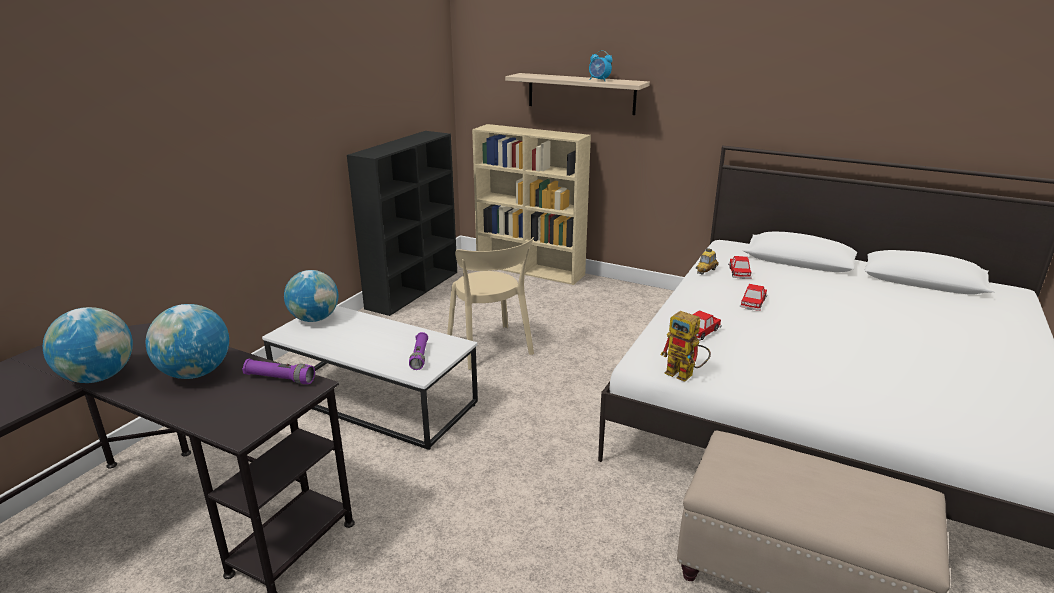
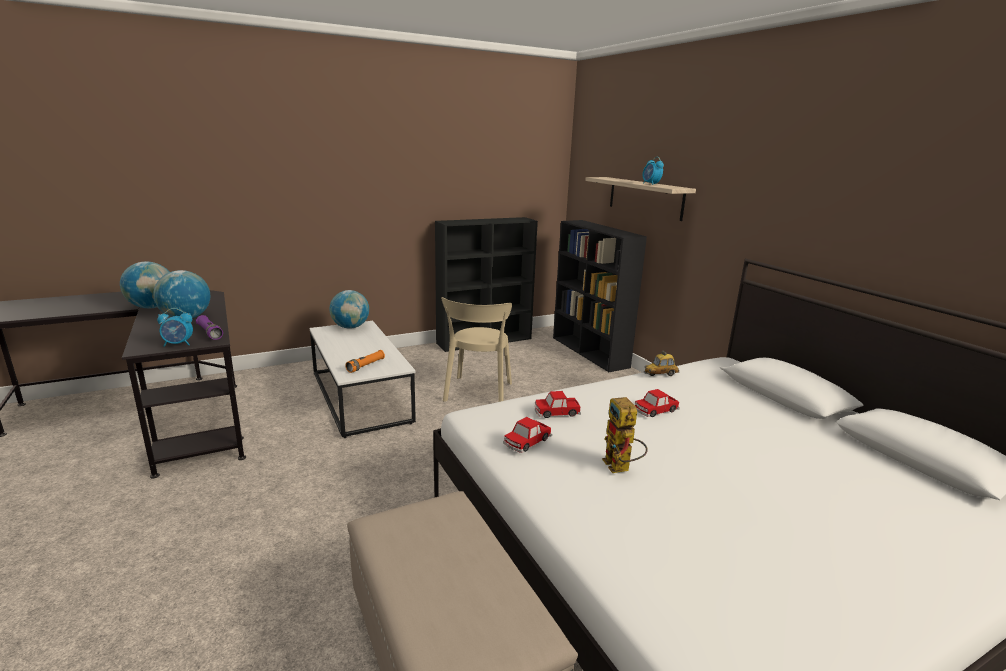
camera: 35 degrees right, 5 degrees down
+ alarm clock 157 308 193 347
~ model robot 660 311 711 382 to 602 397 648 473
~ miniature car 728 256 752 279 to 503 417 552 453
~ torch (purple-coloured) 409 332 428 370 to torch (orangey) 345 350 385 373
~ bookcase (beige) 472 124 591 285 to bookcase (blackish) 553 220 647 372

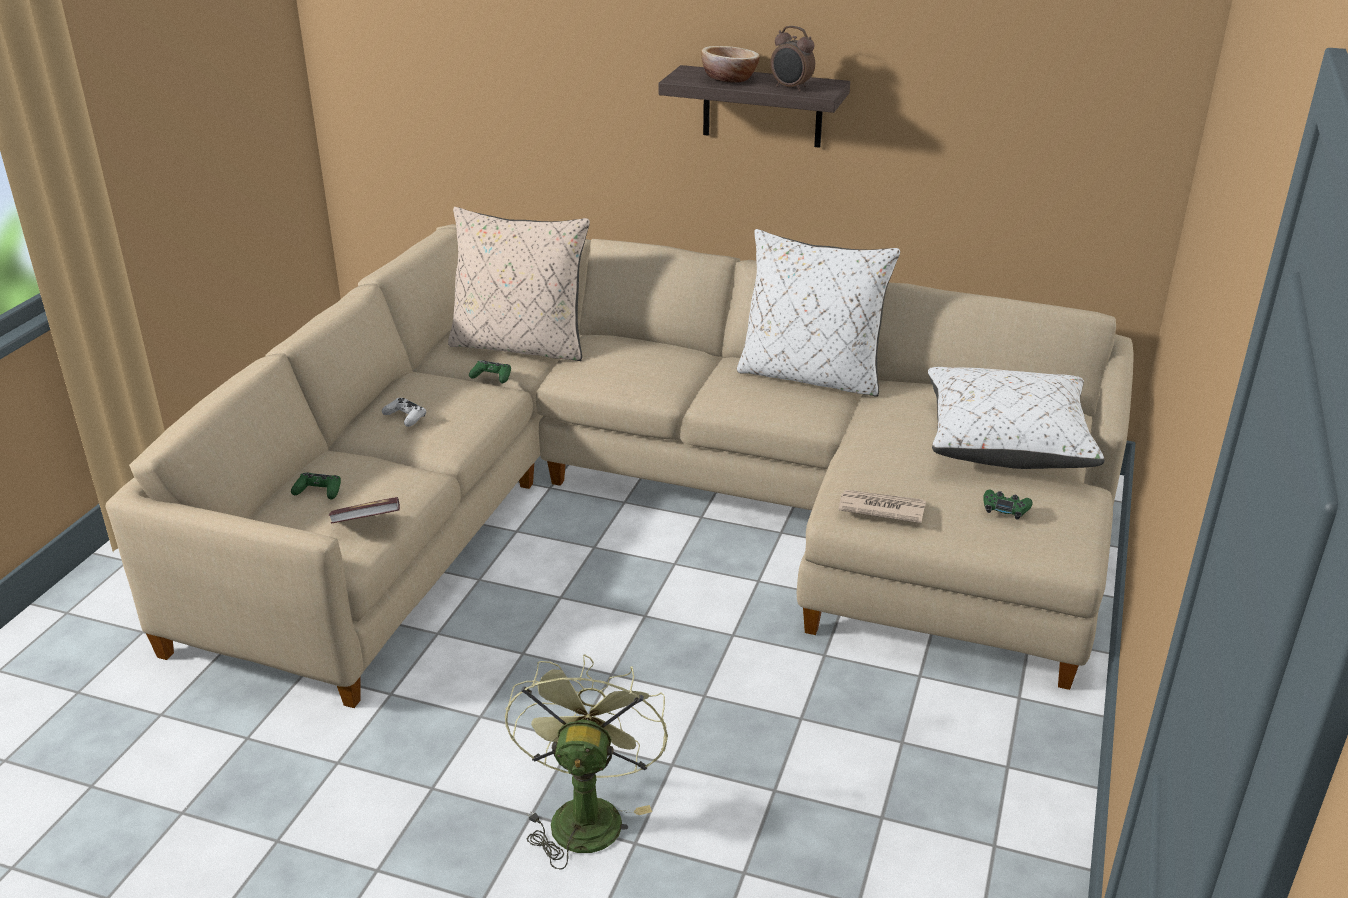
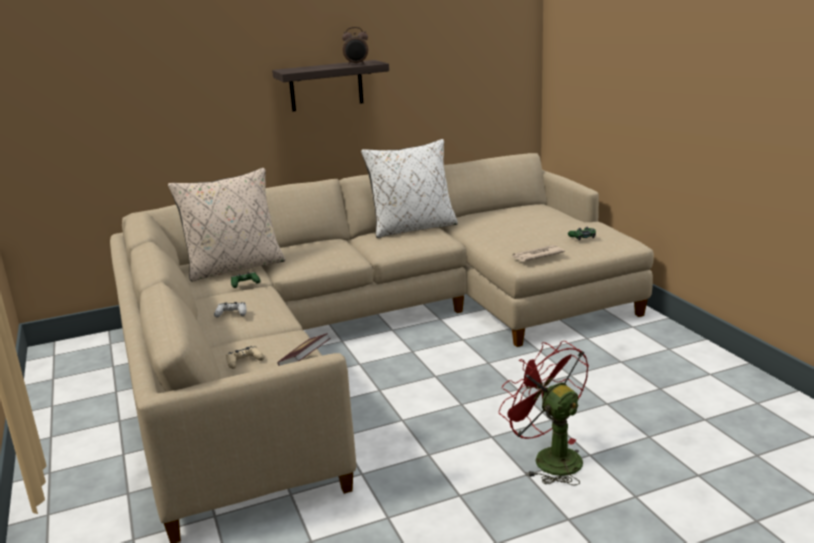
camera: 40 degrees left, 10 degrees down
- bowl 702 46 760 83
- throw pillow (whitish) 928 367 1105 469
~ gamepad (green-coloured) 291 473 341 499 to gamepad (beige) 226 346 264 369
~ cooling fan (green-coloured) 505 654 668 870 to cooling fan (red) 498 341 589 486

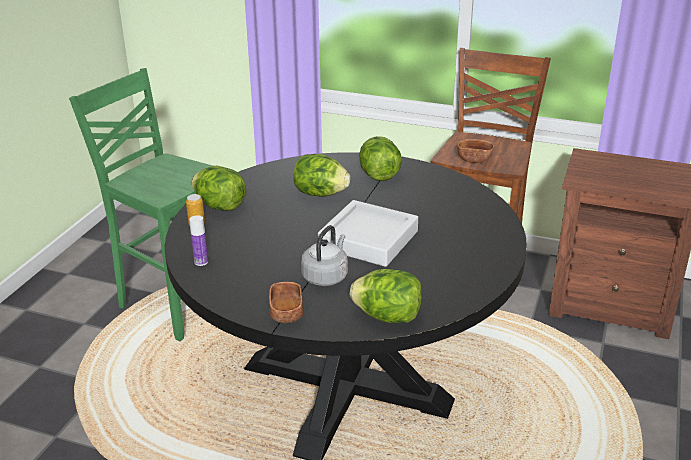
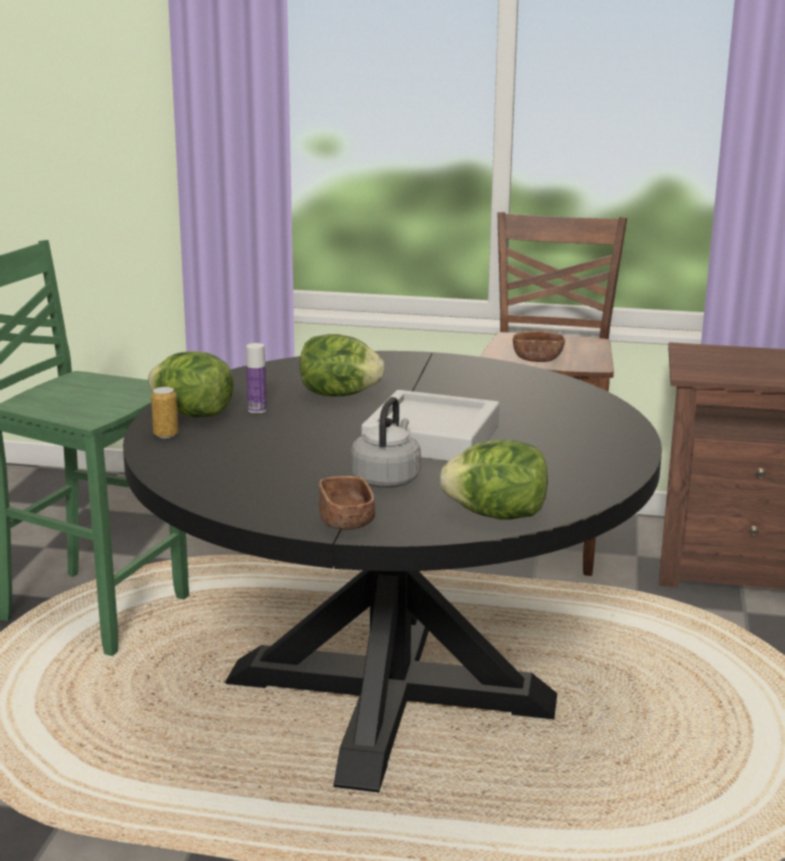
camera: 10 degrees left, 10 degrees down
- head of lettuce 359 136 402 181
~ drink bottle 189 215 208 266 to 246 343 267 413

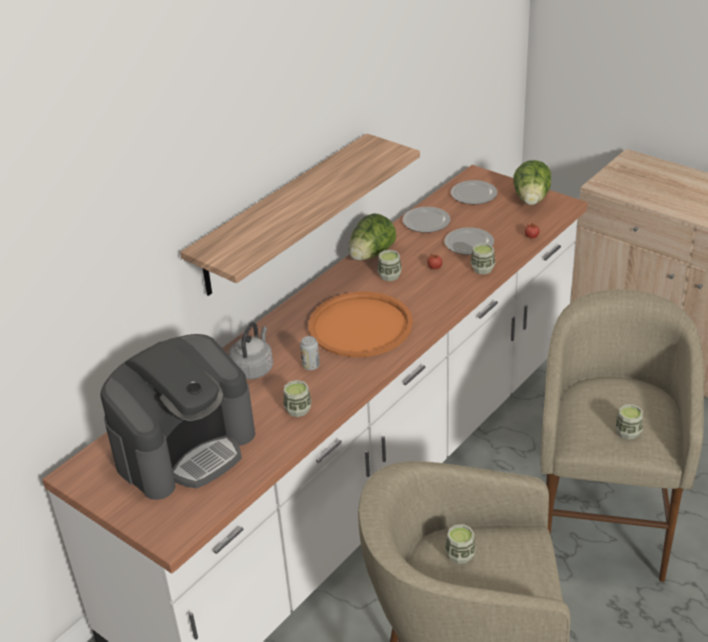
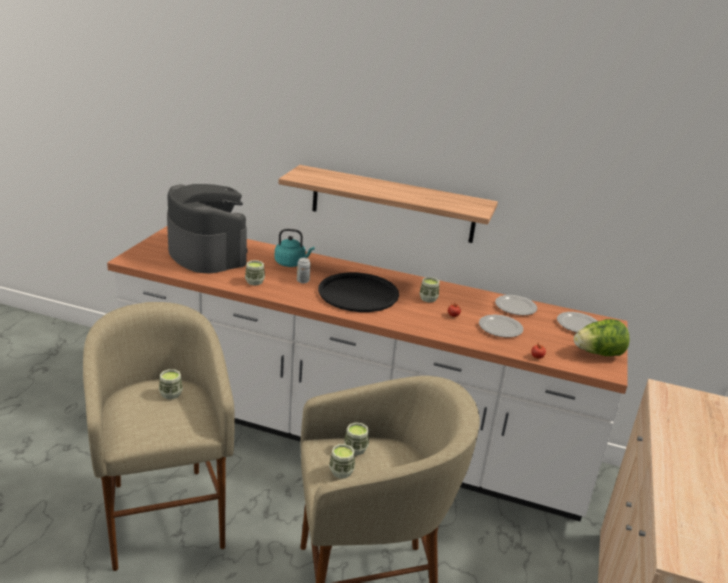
camera: 65 degrees right, 10 degrees down
- head of lettuce 349 213 396 261
~ cup 471 243 495 274 to 344 422 369 456
~ tea kettle (gray) 228 322 273 380 to tea kettle (blue-green) 274 229 315 267
~ serving tray (orangey) 308 292 413 357 to serving tray (blackish) 318 272 399 312
~ coffee maker 100 334 255 500 = 167 184 247 273 150 degrees counterclockwise

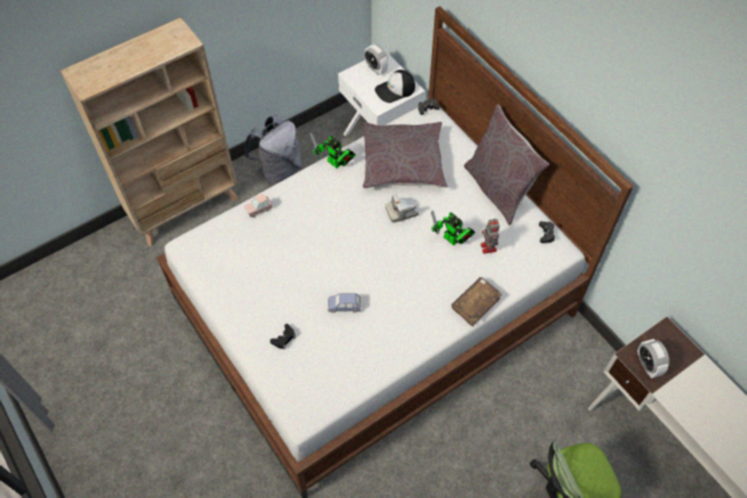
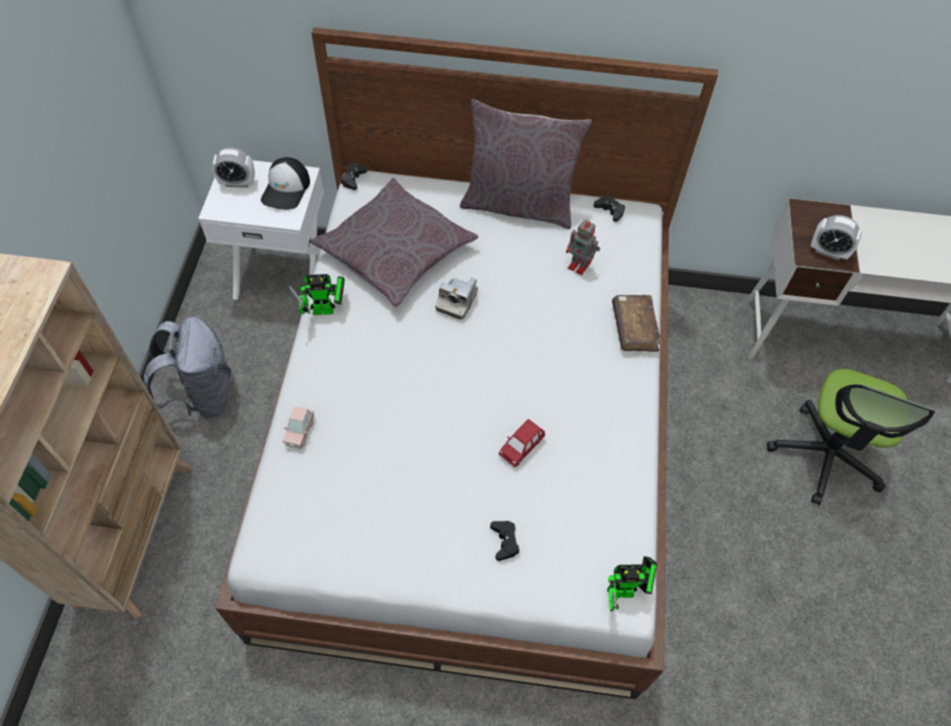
camera: 50 degrees left, 0 degrees up
~ model robot 431 211 475 246 to 607 556 657 612
~ miniature car (blue-coloured) 328 293 361 313 to miniature car (red) 499 419 545 467

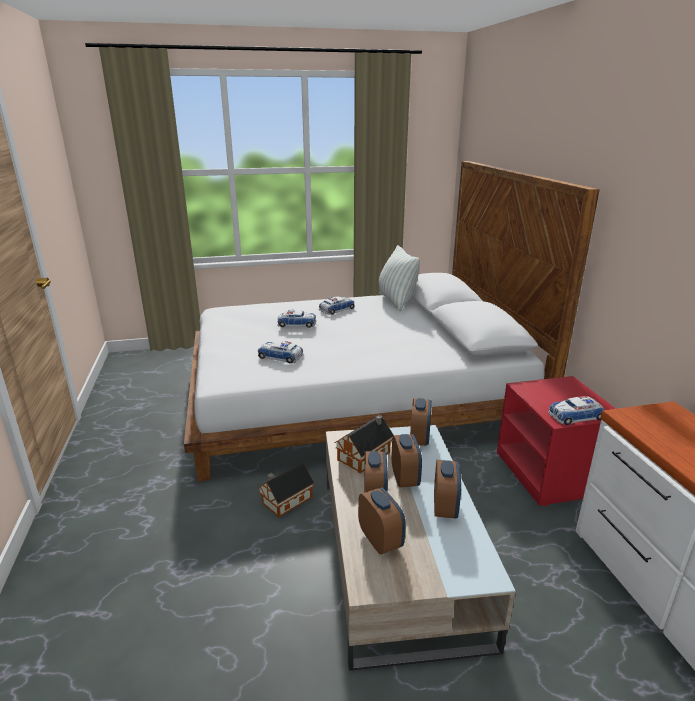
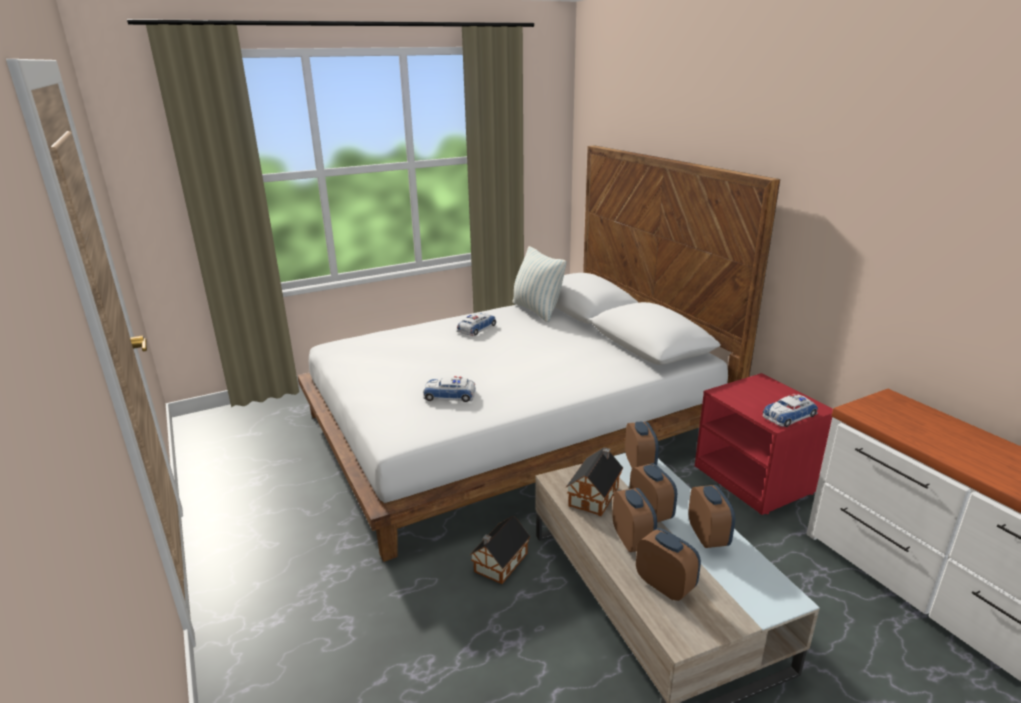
camera: 15 degrees left, 0 degrees up
- miniature car 277 310 316 328

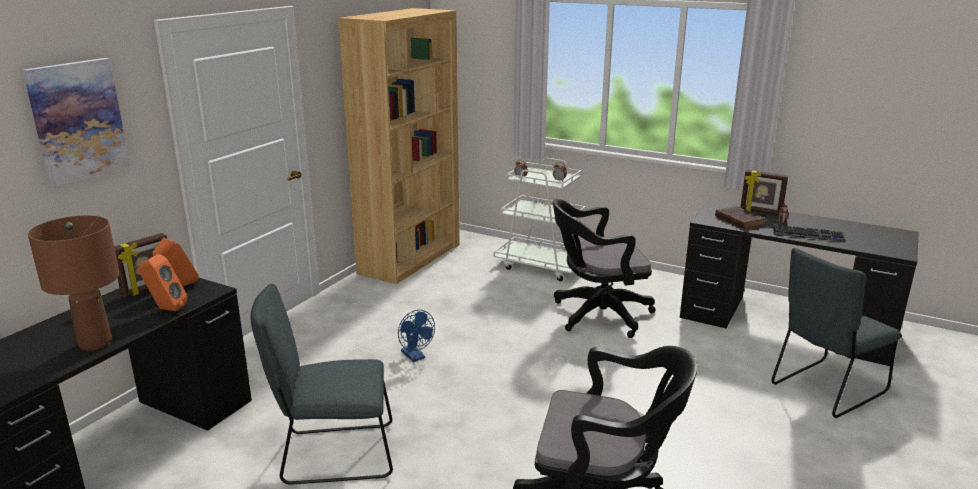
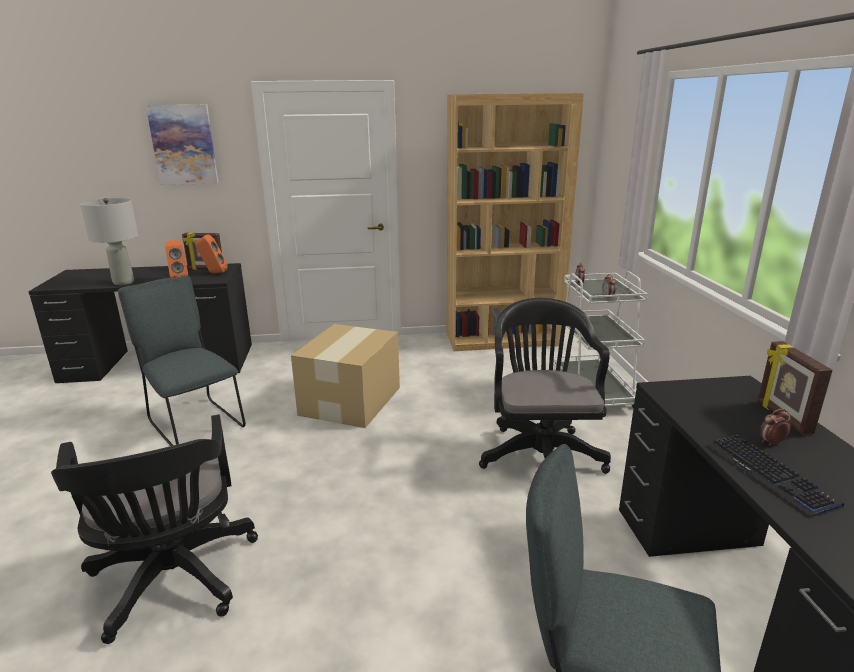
camera: 55 degrees right, 0 degrees up
- volume (brownish) 715 206 766 229
~ cooling fan (blue-coloured) 398 310 435 362 to cardboard box 291 324 400 428
~ tabletop lamp (brownish) 28 216 119 351 to tabletop lamp (gray) 80 198 138 285
~ desk chair (blackish) 553 199 655 338 = 479 298 611 474 45 degrees clockwise

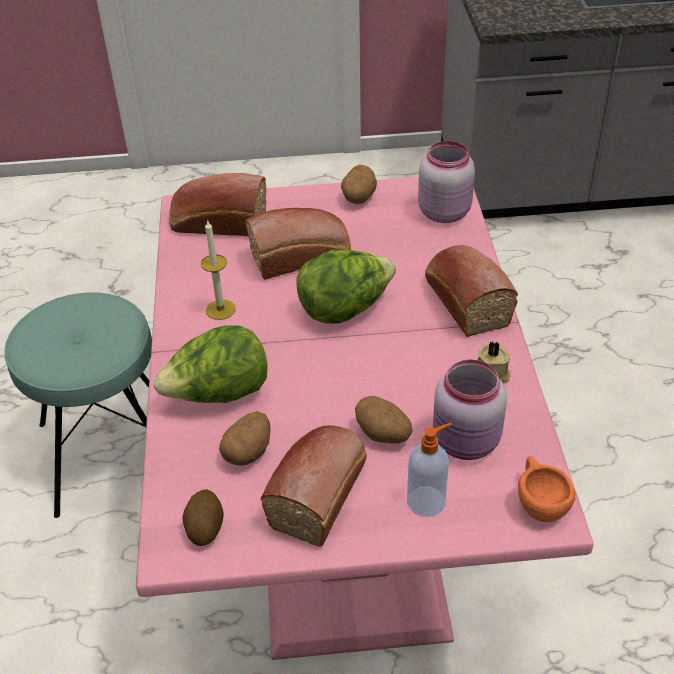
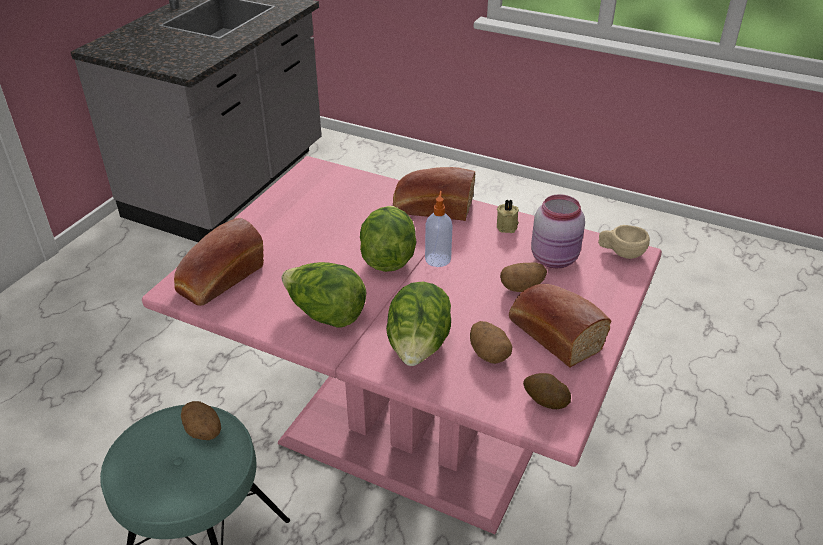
camera: 60 degrees left, 5 degrees down
- bread 245 208 351 280
- jar (pink) 418 141 475 223
~ potato 341 165 377 204 to 181 401 221 440
~ soap bottle 407 423 452 517 to 425 191 453 267
~ wax light 201 220 236 320 to head of lettuce 281 262 367 328
~ cup (orangey) 518 456 575 522 to cup (beige) 598 225 650 259

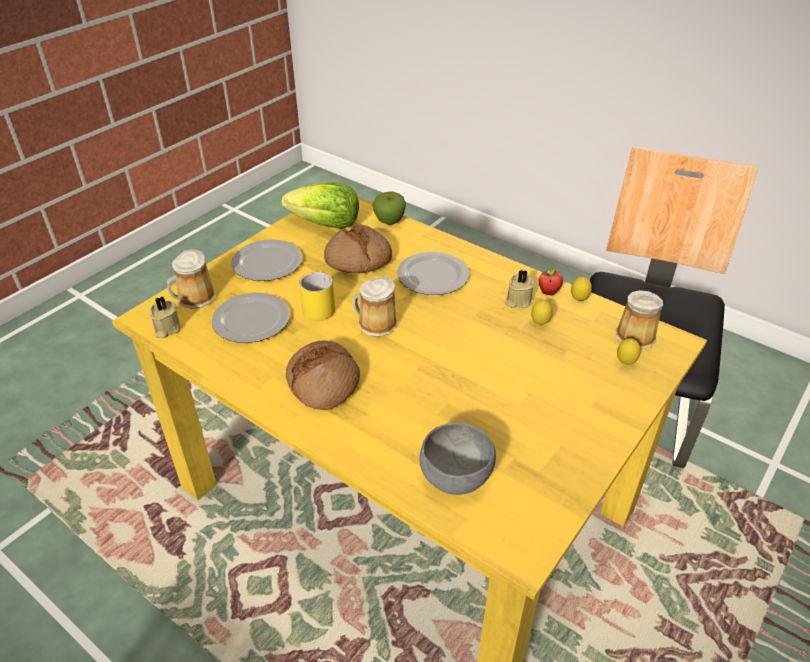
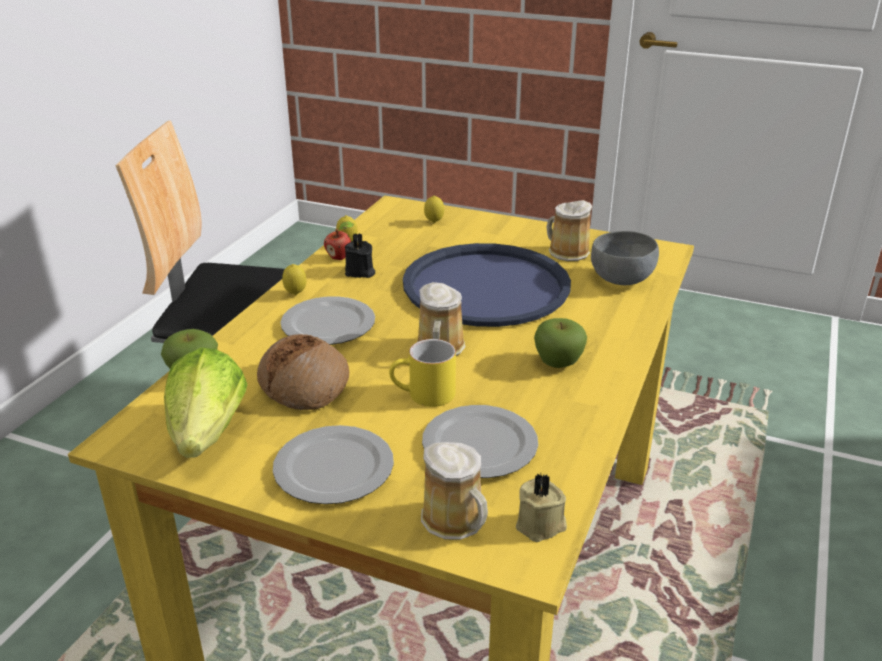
camera: 105 degrees left, 10 degrees down
+ serving tray (blue-coloured) 403 243 571 327
~ whole lemon 531 300 553 325 to 282 264 306 295
~ coffee mug 616 290 663 350 to 547 200 592 261
~ bread 286 340 360 410 to whole apple 534 318 587 368
~ wax light (beige) 505 270 535 308 to wax light (blackish) 345 233 375 278

